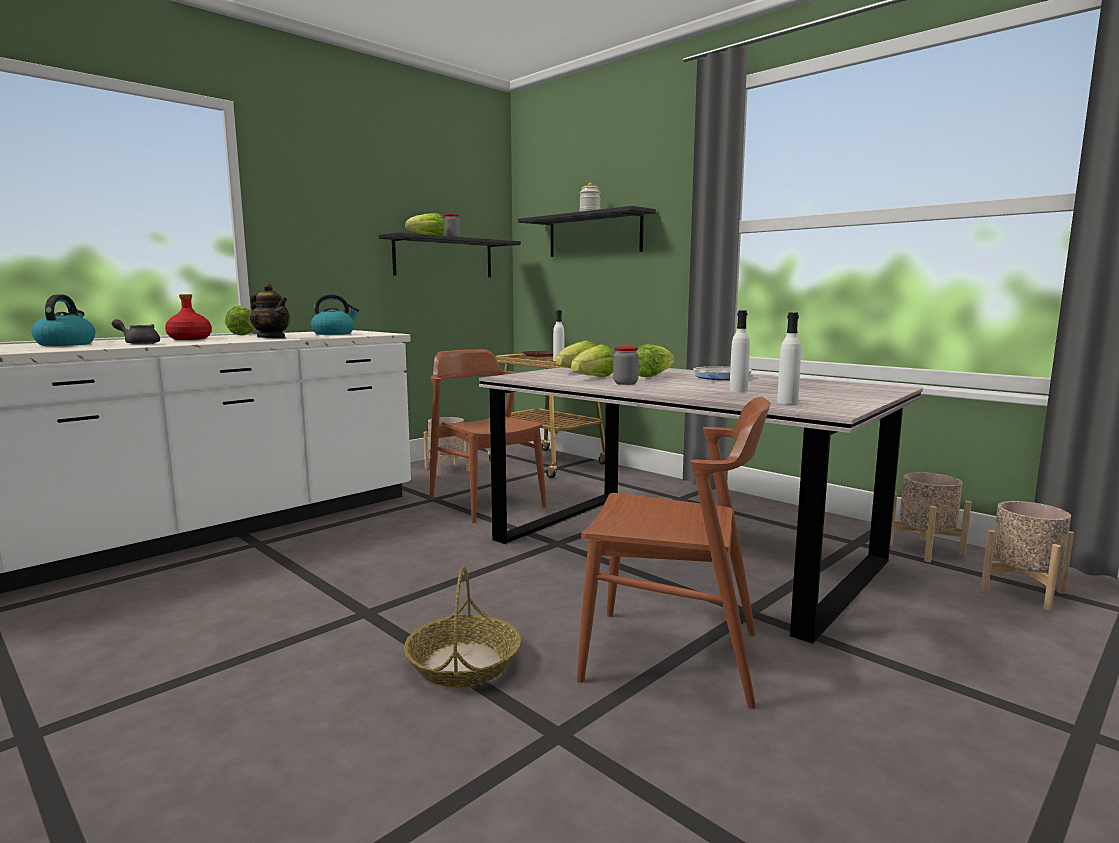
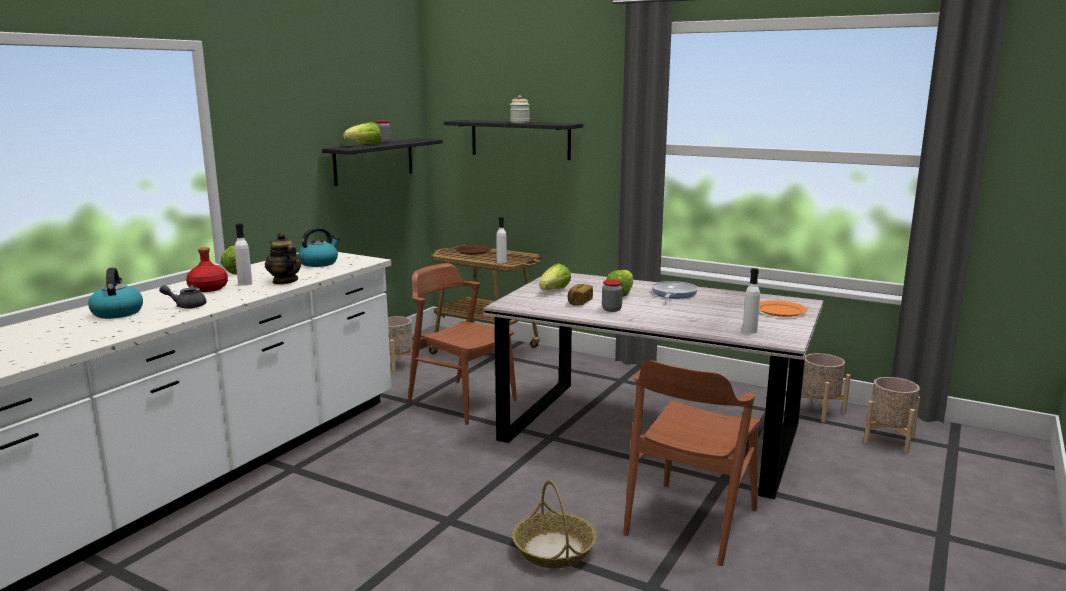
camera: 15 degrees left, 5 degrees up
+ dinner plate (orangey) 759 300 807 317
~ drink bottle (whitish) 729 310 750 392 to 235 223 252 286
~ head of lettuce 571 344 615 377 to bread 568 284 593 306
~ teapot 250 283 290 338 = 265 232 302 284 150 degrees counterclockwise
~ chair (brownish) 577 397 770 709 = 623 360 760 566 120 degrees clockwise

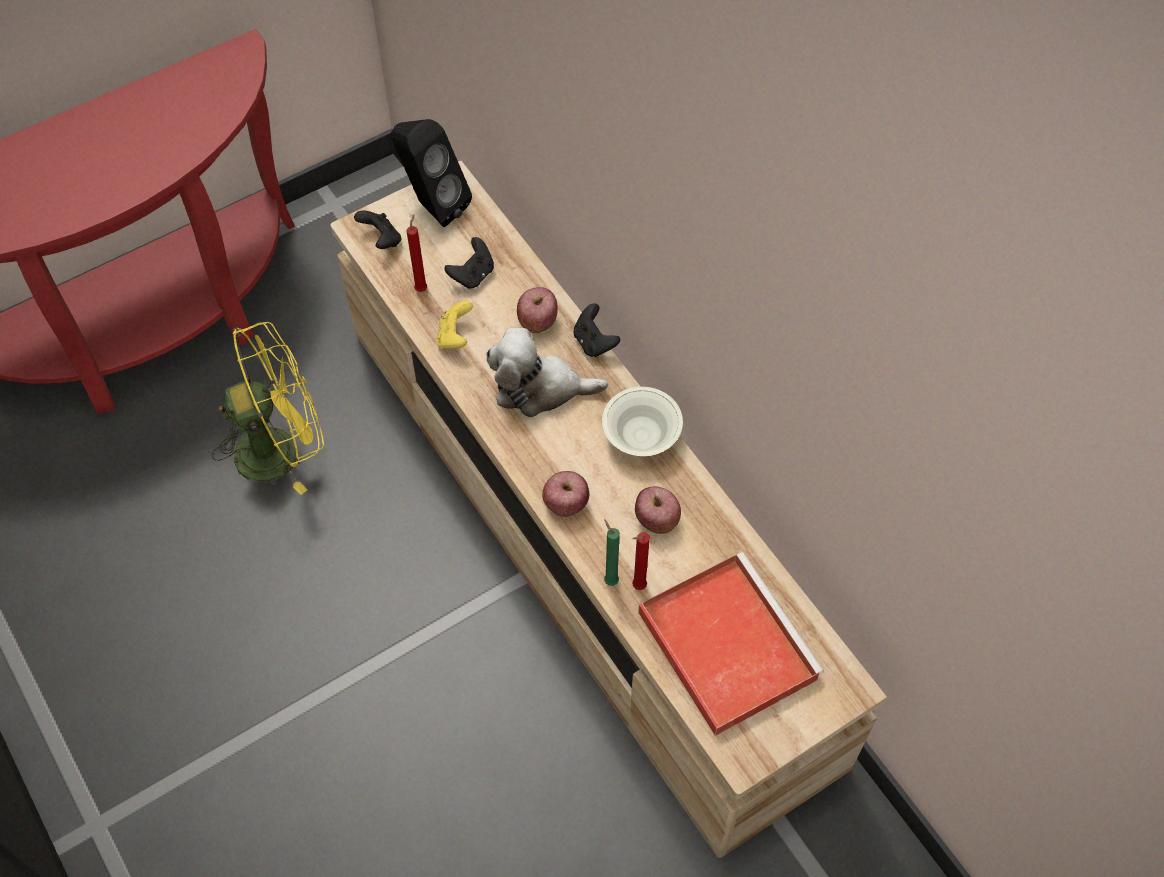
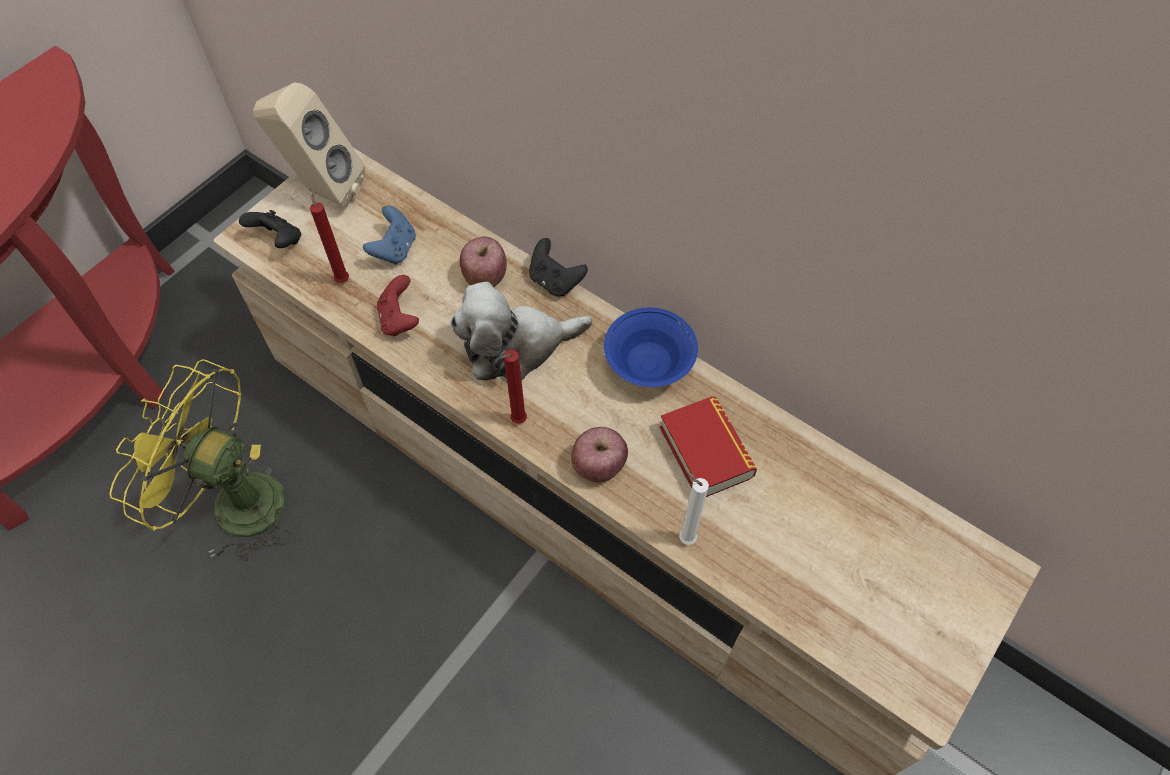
camera: 20 degrees left, 0 degrees up
- serving tray (red) 638 552 824 736
~ wax light (red) 632 532 650 590 to 500 350 527 424
~ whole apple 635 486 681 534 to volume 659 396 757 497
~ speaker (blackish) 391 119 472 227 to speaker (beige) 253 82 365 207
~ gamepad (yellow) 436 301 473 350 to gamepad (red) 377 275 419 337
~ gamepad (blackish) 444 237 494 289 to gamepad (blue-coloured) 363 205 416 265
~ bowl (whitish) 602 387 683 456 to bowl (blue-coloured) 604 308 698 387
~ wax light (green-coloured) 604 519 620 586 to wax light (whitish) 679 471 709 545
~ cooling fan (yellow) 212 322 324 495 = 110 359 293 562 120 degrees counterclockwise

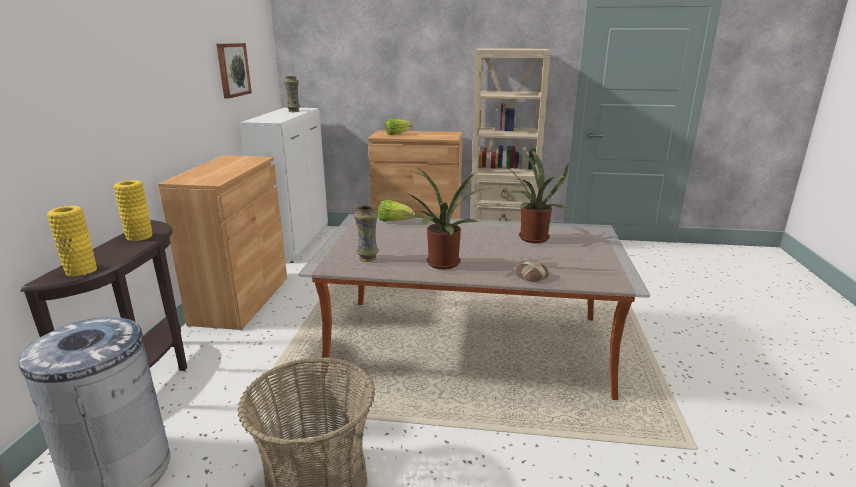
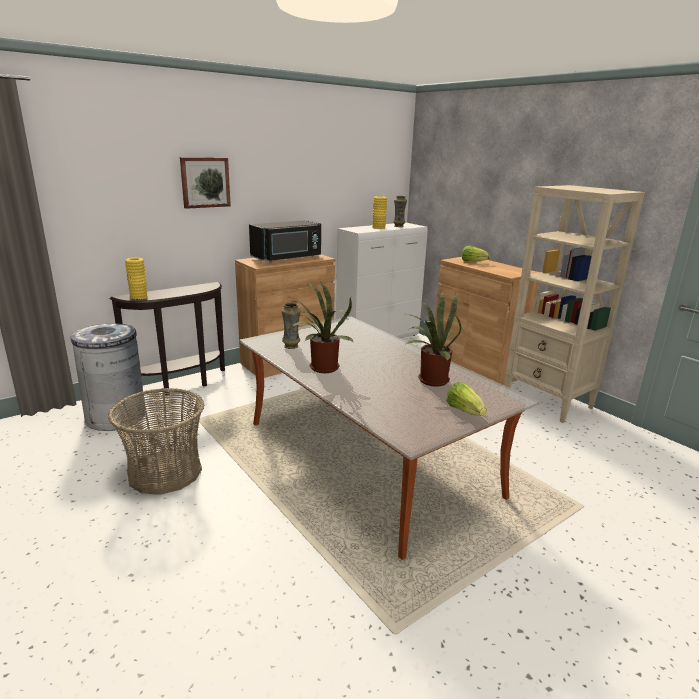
camera: 45 degrees right, 0 degrees up
- bread 516 261 549 282
+ microwave oven (blackish) 249 220 321 262
~ flower vase (yellow) 114 180 152 241 to 372 196 387 229
~ picture 217 43 252 99 to 180 157 231 209
~ head of lettuce 378 200 415 221 to 446 382 487 416

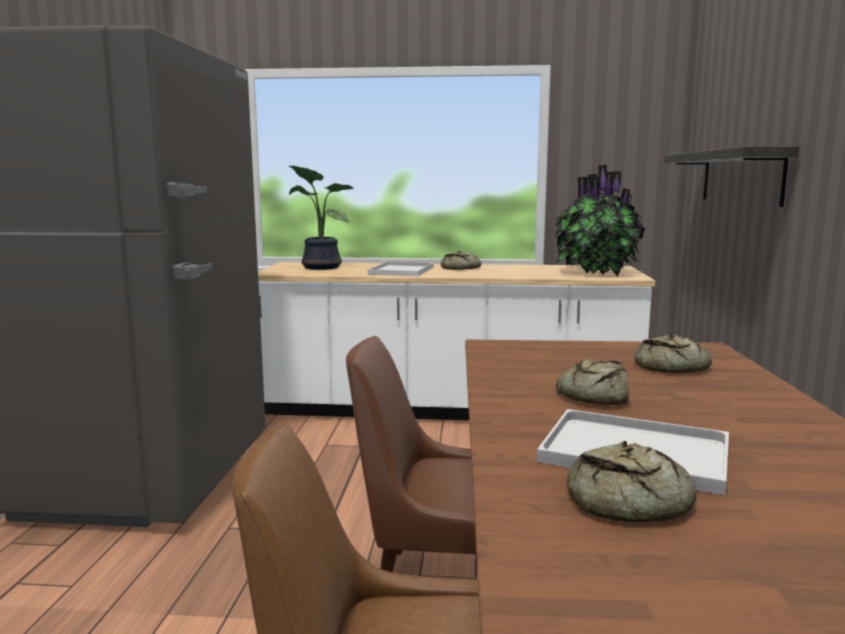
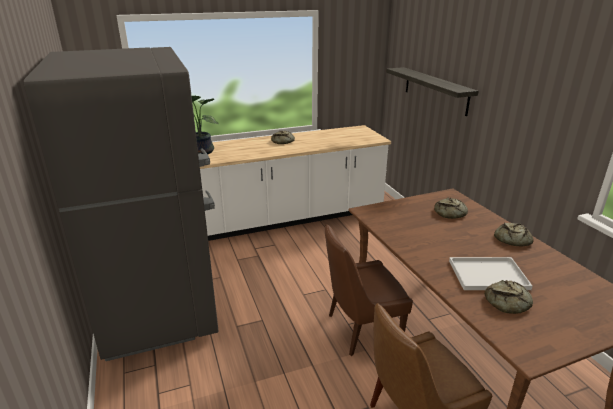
camera: 25 degrees left, 15 degrees up
- serving tray (whitish) 368 261 434 276
- houseplant 554 165 645 277
~ bread 556 360 630 405 to 494 223 534 246

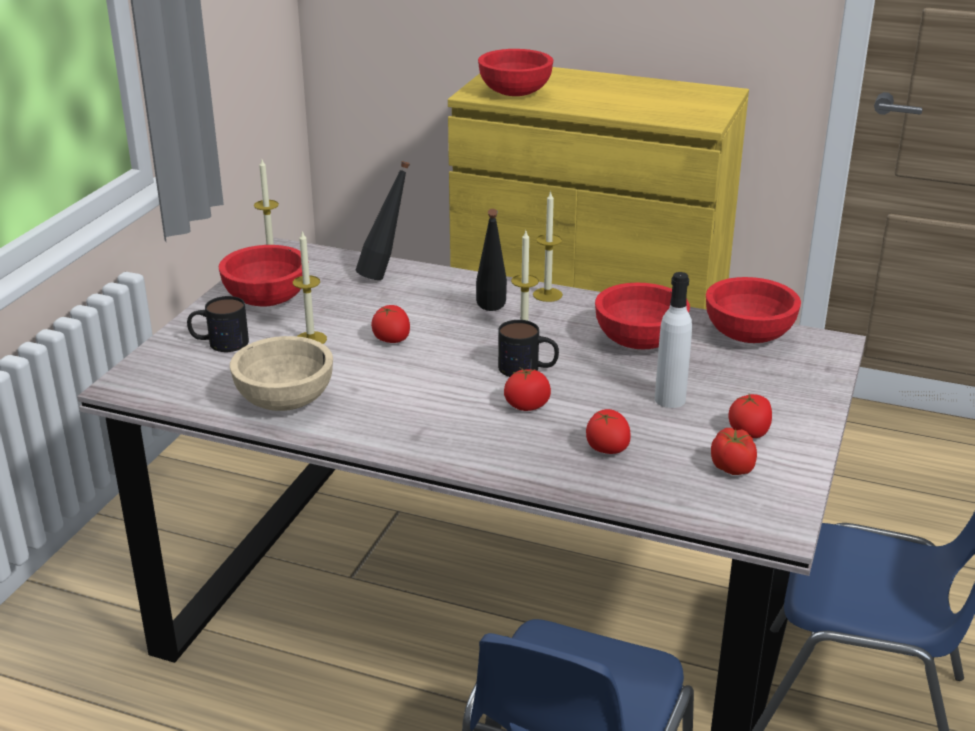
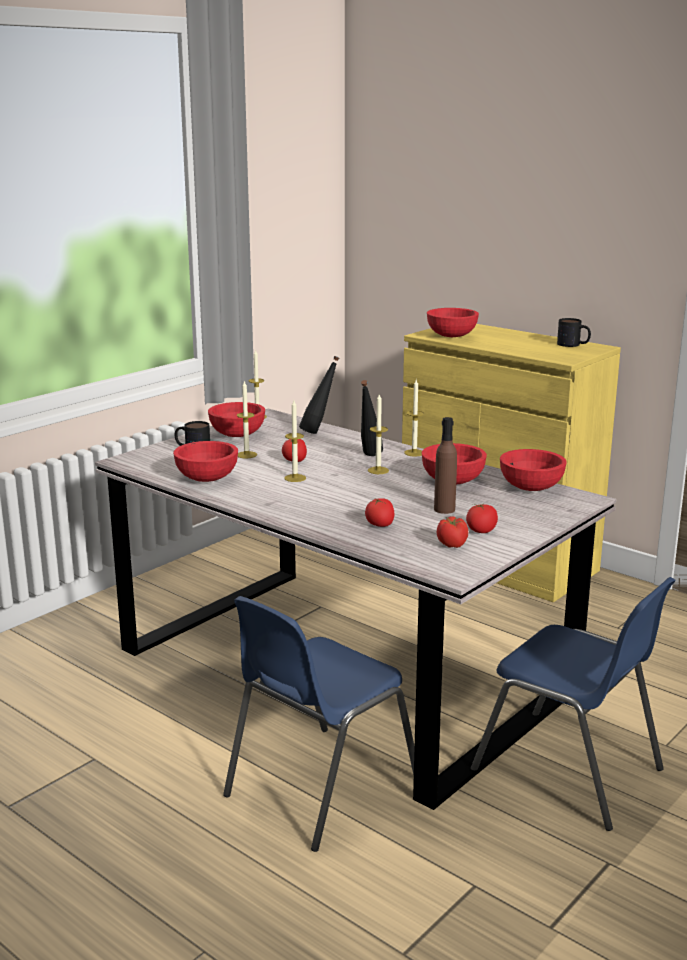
camera: 20 degrees right, 10 degrees down
- tomato 504 367 551 411
+ wax light 284 400 306 482
~ coffee mug 498 320 559 377 to 557 318 591 347
~ bowl (beige) 230 336 333 411 to bowl (red) 173 441 238 482
~ drink bottle (whitish) 655 272 692 408 to drink bottle (brownish) 434 417 457 514

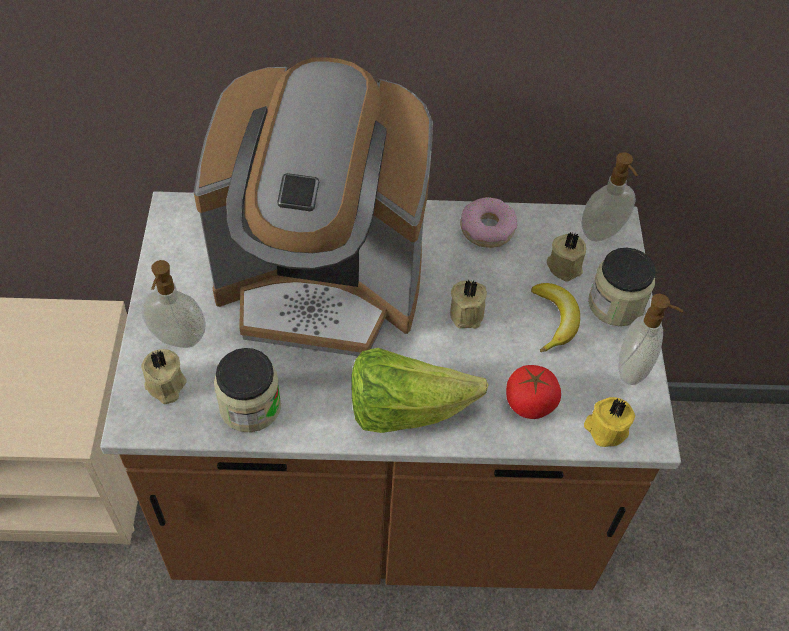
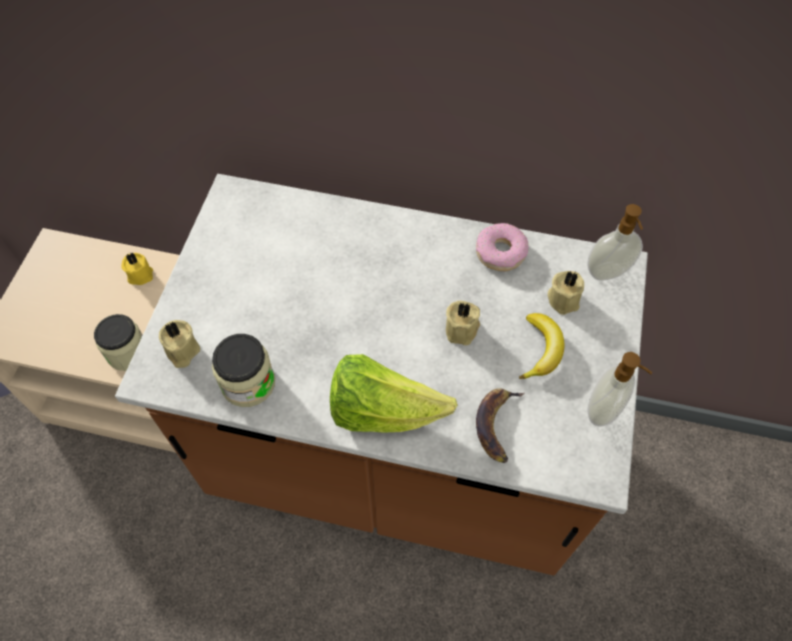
camera: 15 degrees right, 5 degrees up
- soap bottle 141 260 205 348
- coffee maker 194 57 433 356
~ wax light (yellow) 584 397 635 447 to 121 252 153 285
~ jar 588 248 656 326 to 94 314 143 371
~ tomato 506 365 561 419 to banana fruit 476 388 524 463

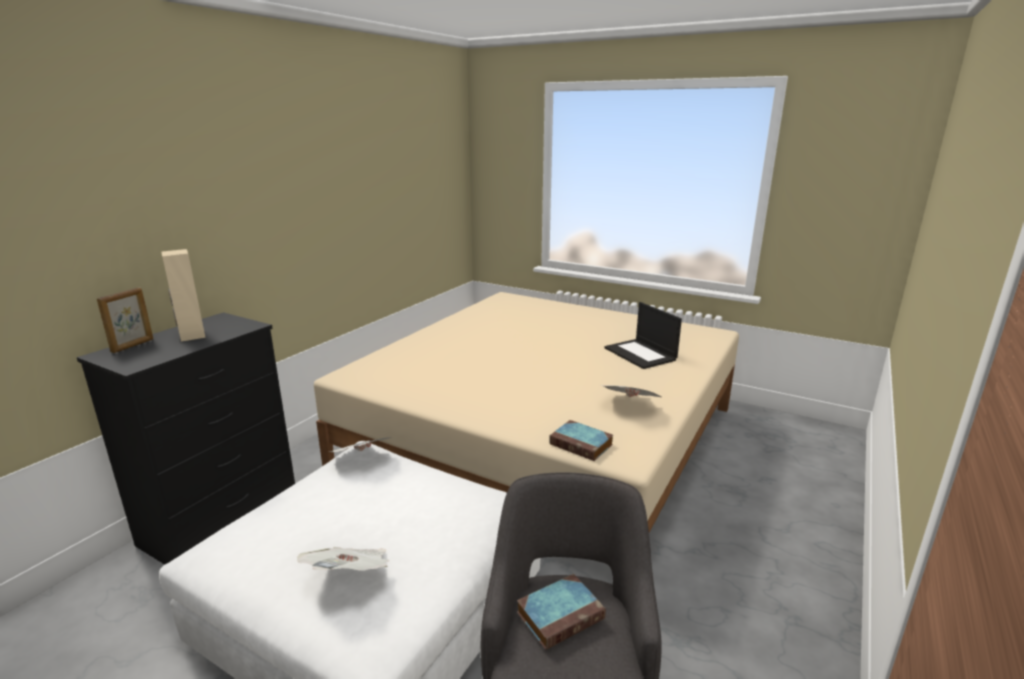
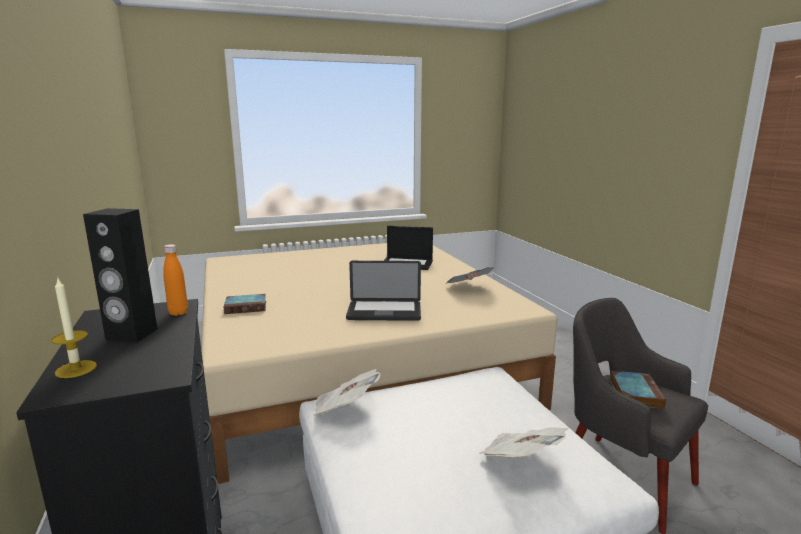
camera: 50 degrees left, 5 degrees down
+ drink bottle (orangey) 163 244 188 316
+ notebook computer 346 261 421 321
~ volume 549 420 613 461 to 223 294 266 314
~ picture frame 97 287 153 353 to wax light 51 279 97 378
~ speaker (beige) 162 249 206 342 to speaker (blackish) 83 208 157 342

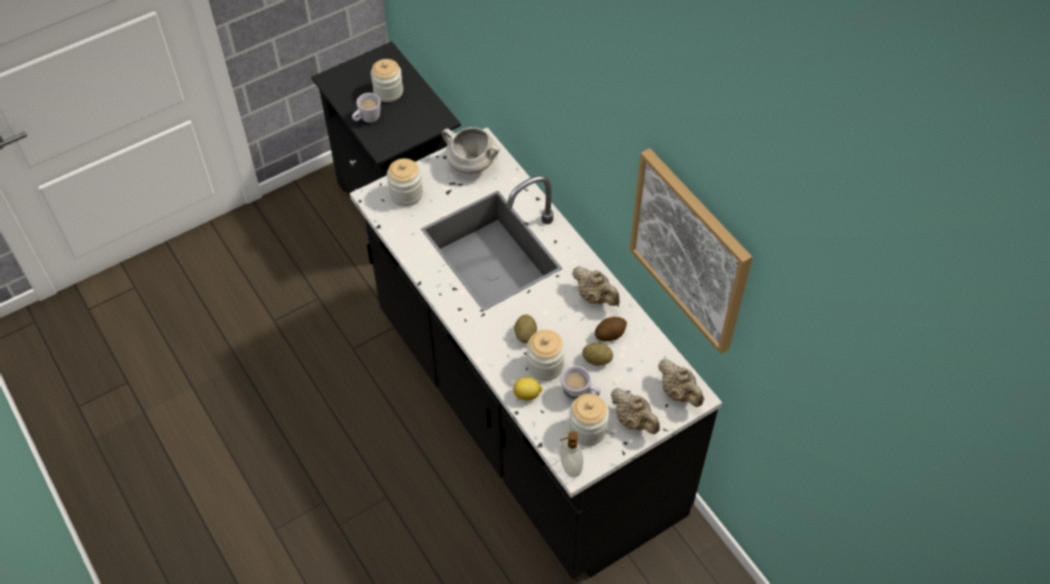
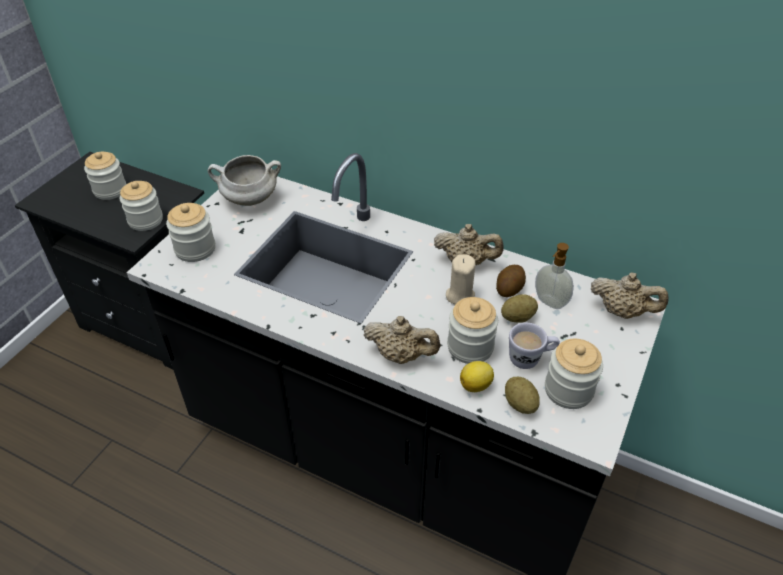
camera: 30 degrees left, 10 degrees down
- coffee mug (whitish) 352 93 381 123
- picture 630 148 753 354
+ jar 120 181 163 231
+ wax light (beige) 446 254 475 304
~ potato 514 314 537 343 to 505 377 540 414
~ soap bottle 560 431 583 478 to 535 243 574 309
~ teapot (beige) 611 388 660 434 to 364 316 441 364

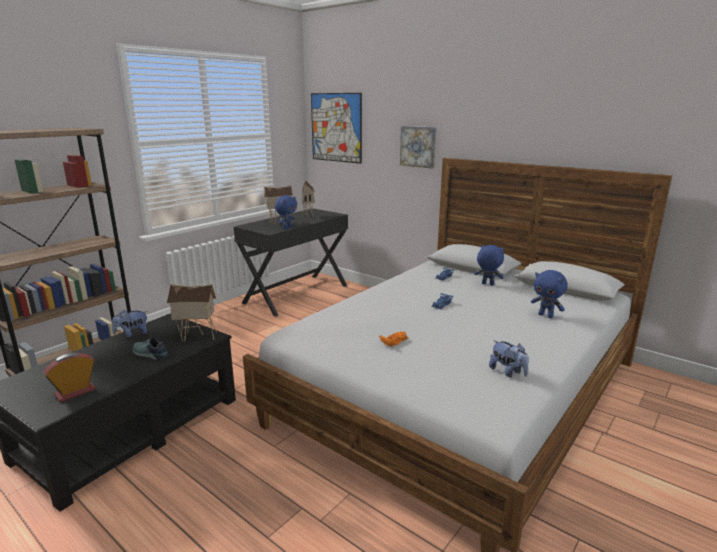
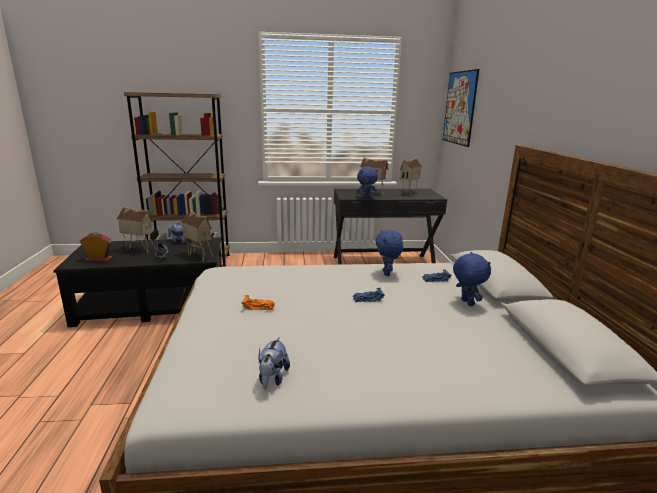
camera: 45 degrees right, 0 degrees up
- picture 400 126 437 168
+ model house 116 206 156 253
~ cuddly toy (blue-coloured) 531 270 568 318 to 376 230 403 276

